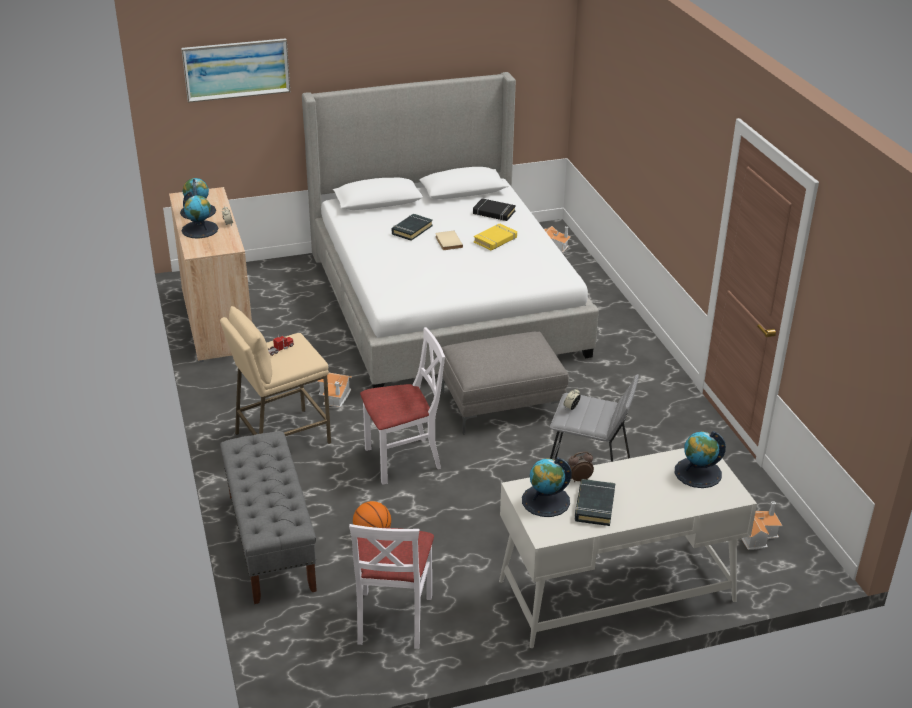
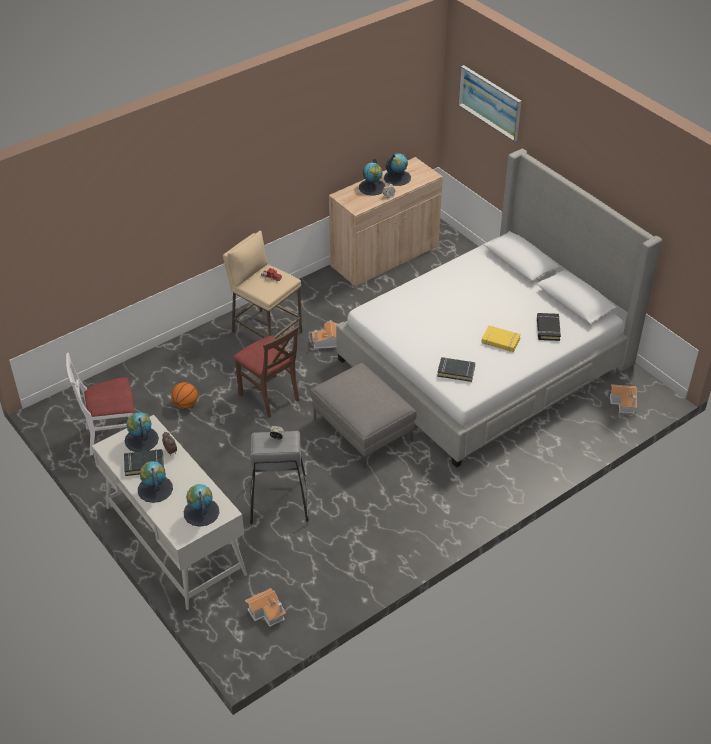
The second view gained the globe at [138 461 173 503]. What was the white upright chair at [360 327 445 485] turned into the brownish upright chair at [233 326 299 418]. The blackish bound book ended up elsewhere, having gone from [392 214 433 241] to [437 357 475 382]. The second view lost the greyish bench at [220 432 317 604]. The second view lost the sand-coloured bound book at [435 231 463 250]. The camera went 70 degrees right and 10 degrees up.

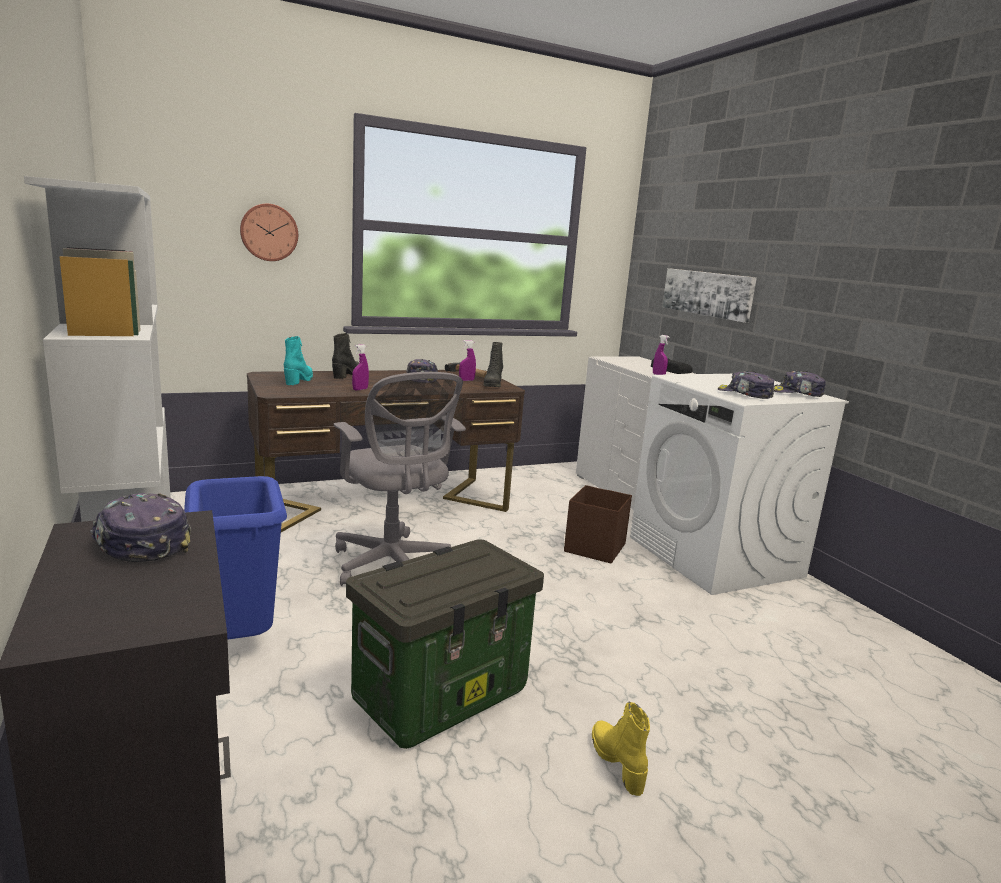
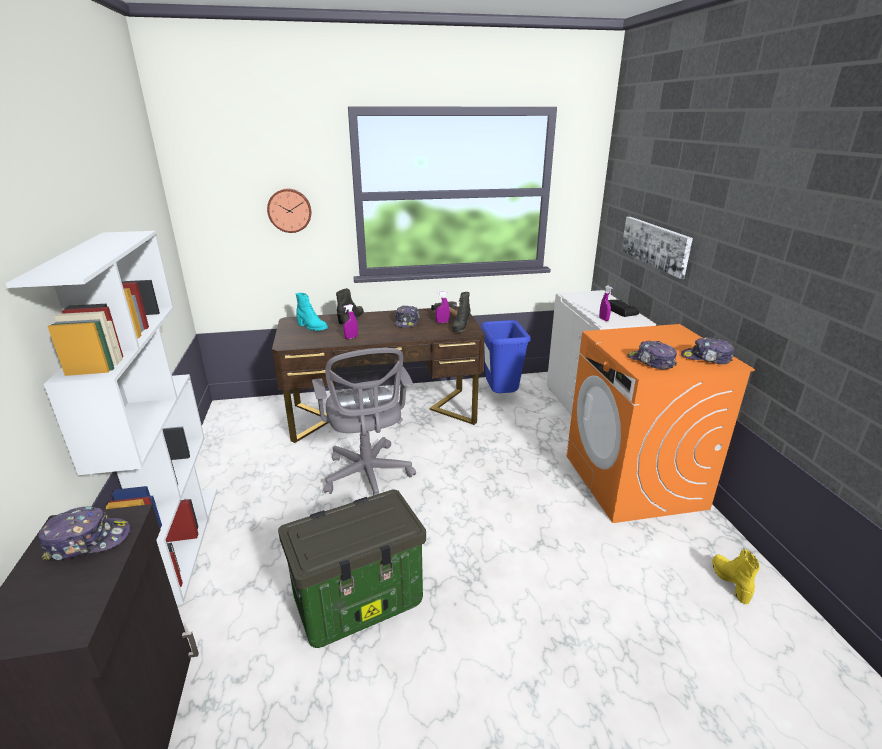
The peaked cap at [90 493 191 562] ended up facing another way, 105 degrees clockwise from before. The turquoise tall boot at [284 336 313 385] ended up facing another way, 105 degrees clockwise from before. The bluish rubbish bin ended up elsewhere, having gone from [184 476 287 640] to [481 320 531 393]. What was the white laundry appliance at [630 374 849 595] turned into the orange laundry appliance at [566 324 755 523]. The yellow-coloured tall boot ended up elsewhere, having gone from [592 701 650 796] to [712 549 760 604]. The second view lost the brownish storage bin at [564 485 632 563]. The camera went 15 degrees right and 10 degrees up.

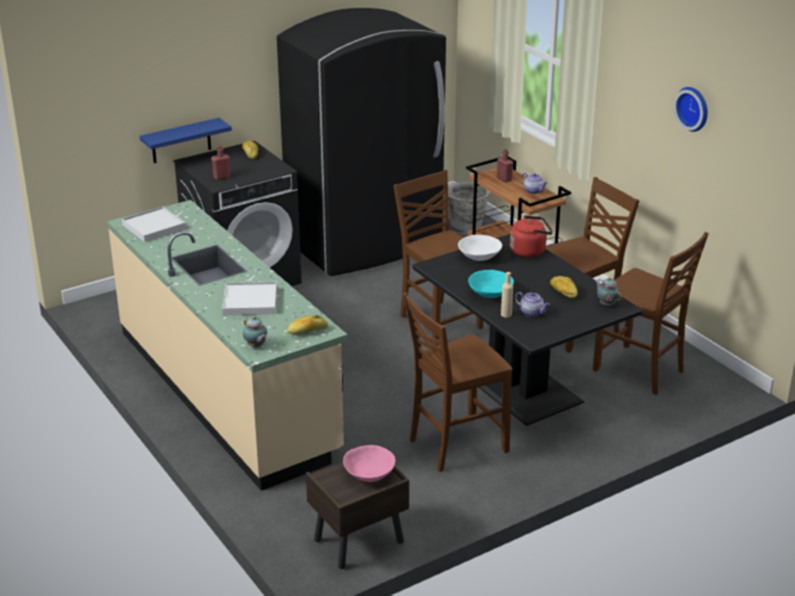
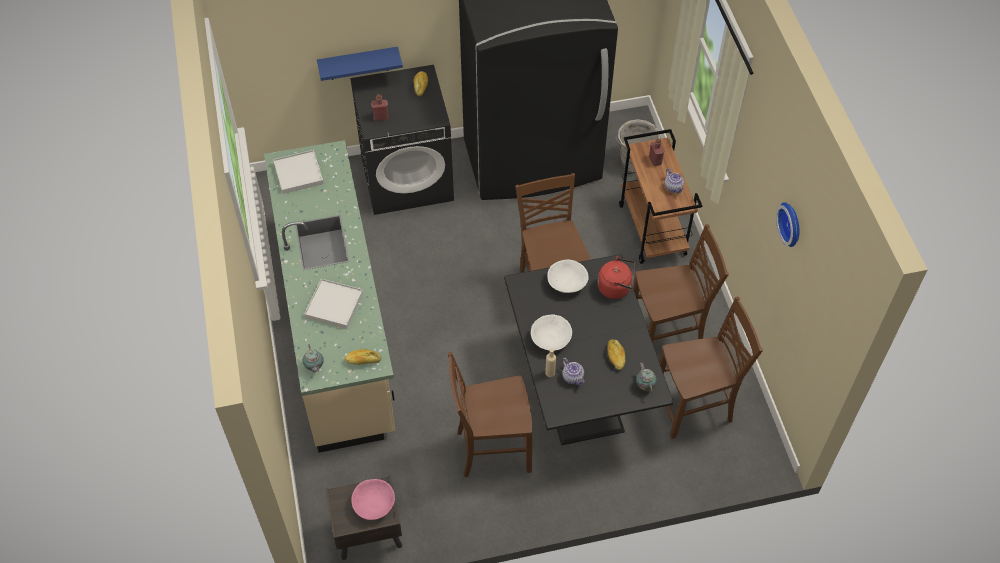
What was the turquoise bowl at [468 270 514 298] turned into the white bowl at [531 314 572 351]. The brownish upright chair at [593 232 709 395] ended up facing another way, 75 degrees counterclockwise from before. The camera went 20 degrees right and 25 degrees up.

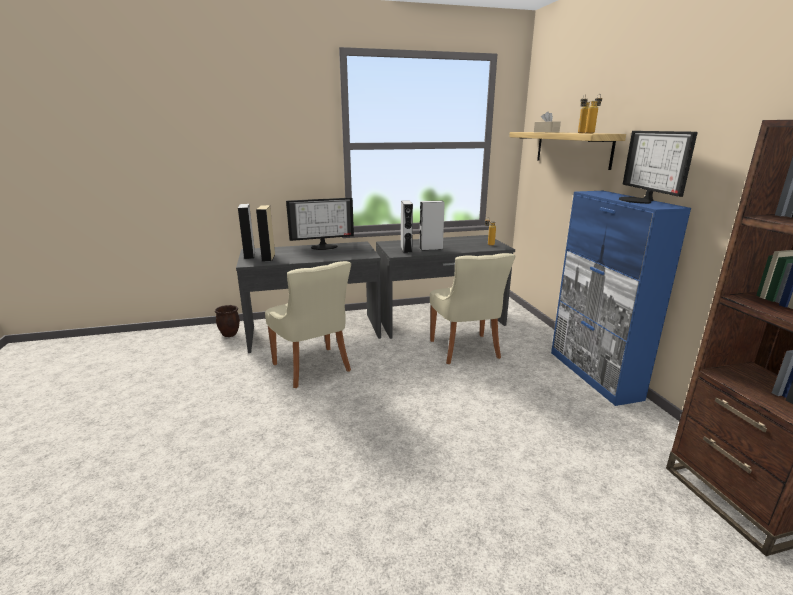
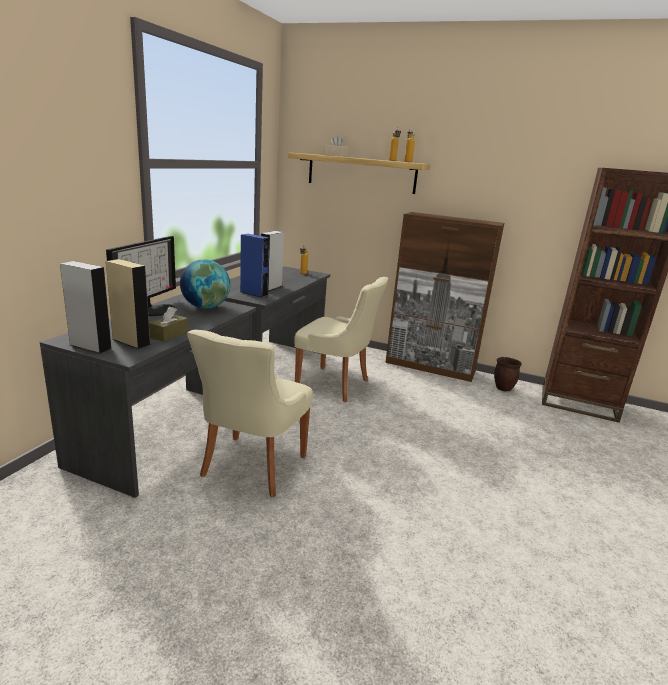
The second view gained the brownish box of tissues at [149 307 188 342]. The second view gained the globe at [180 259 230 309]. The sand-coloured upright chair at [265 261 351 388] ended up facing another way, 105 degrees clockwise from before. What was the greyish audio speaker at [401 200 413 253] turned into the bluish audio speaker at [240 234 270 298]. What was the bluish cabinet at [551 191 691 406] turned into the brownish cabinet at [385 212 504 382]. The brownish flower pot ended up elsewhere, having gone from [215 305 240 337] to [494 357 522 391]. The second view lost the monitor at [619 131 698 204]. The camera went 55 degrees left and 0 degrees up.

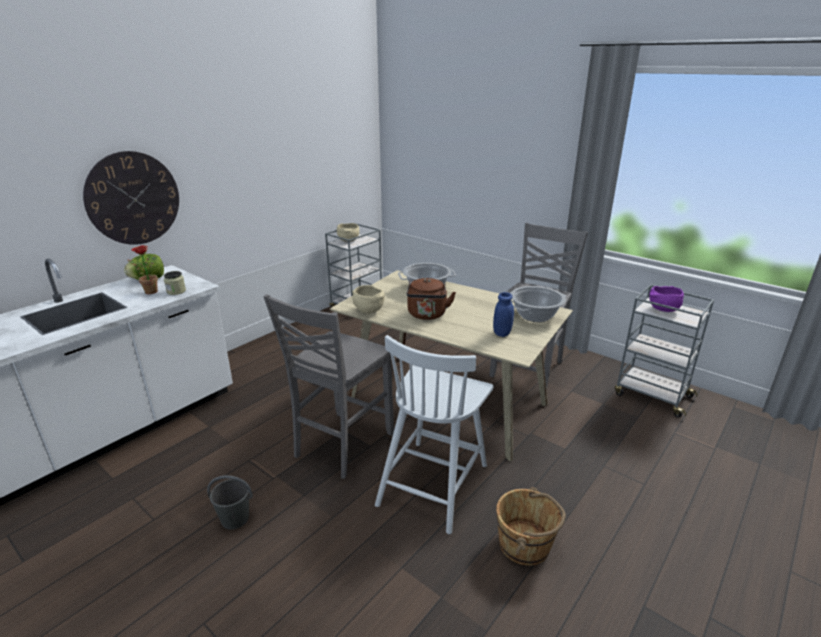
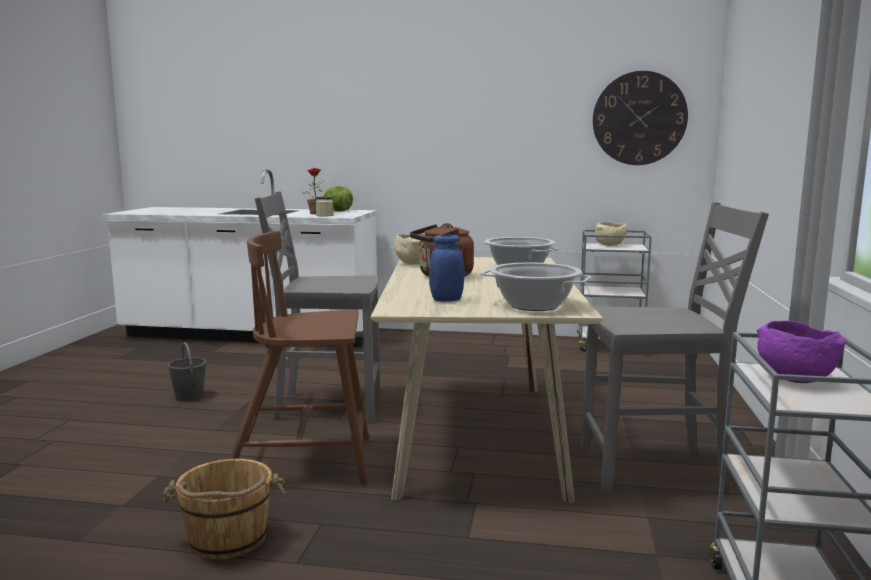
What was the white upright chair at [375 335 493 534] turned into the brownish upright chair at [230 231 369 485]. The hanging clock ended up elsewhere, having gone from [83 151 179 245] to [593 71 688 165]. The camera went 60 degrees right and 15 degrees down.

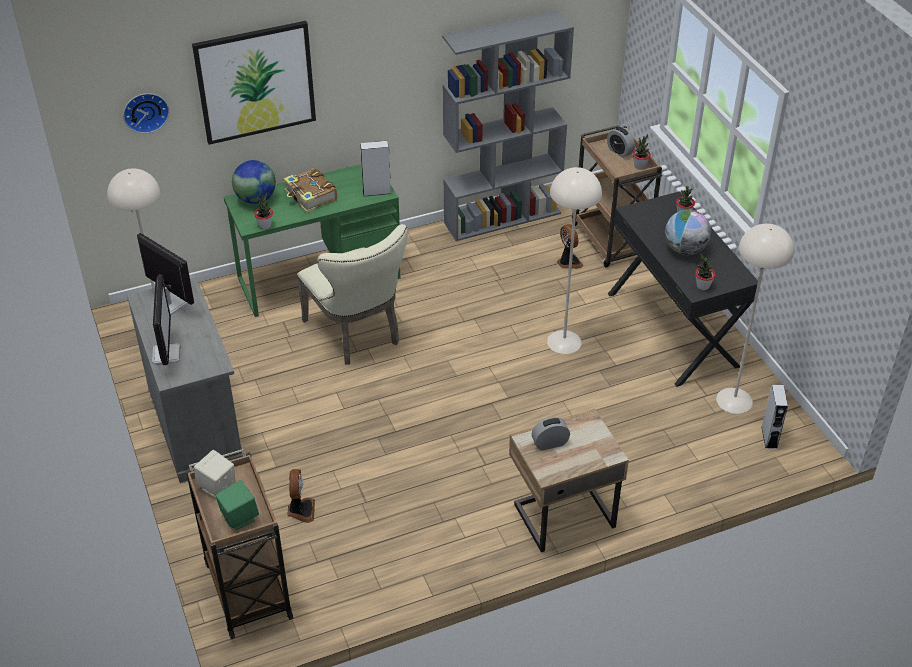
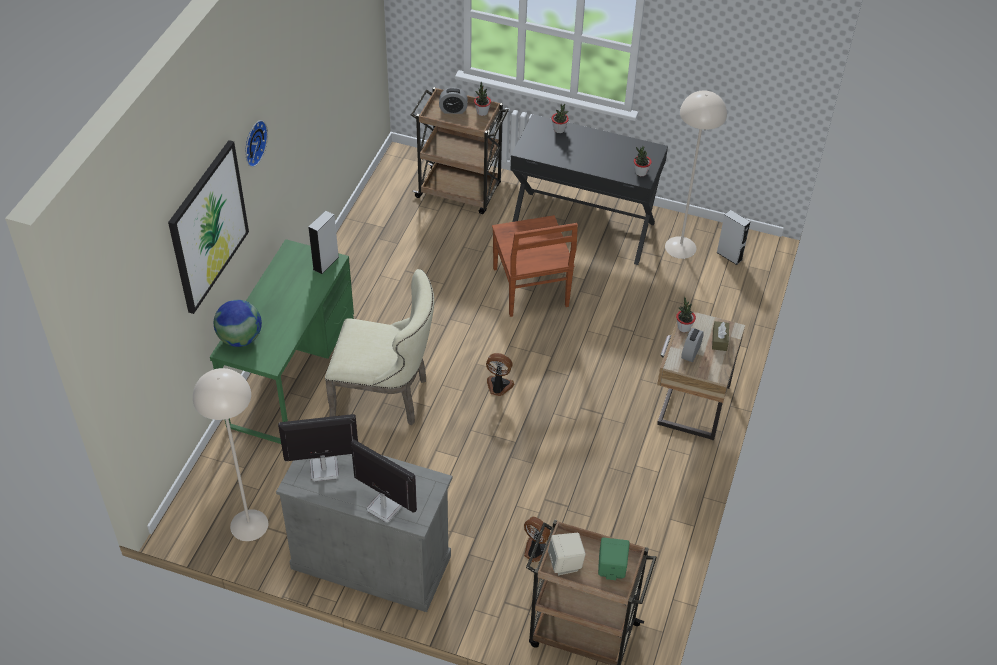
The hanging clock ended up elsewhere, having gone from [123 93 169 133] to [245 120 268 167]. The cooling fan ended up elsewhere, having gone from [557 224 584 269] to [486 353 514 396]. Where the sand-coloured floor lamp stood at [547 167 602 354], the brownish upright chair came to stand at [492 215 578 317]. The potted plant ended up elsewhere, having gone from [254 192 273 229] to [676 297 696 332]. The second view gained the brownish box of tissues at [712 321 729 351]. The second view lost the bound book at [283 168 337 213]. The second view lost the greyish shelving unit at [442 10 574 241]. The second view lost the globe at [665 209 711 255]. The camera went 50 degrees left and 5 degrees up.

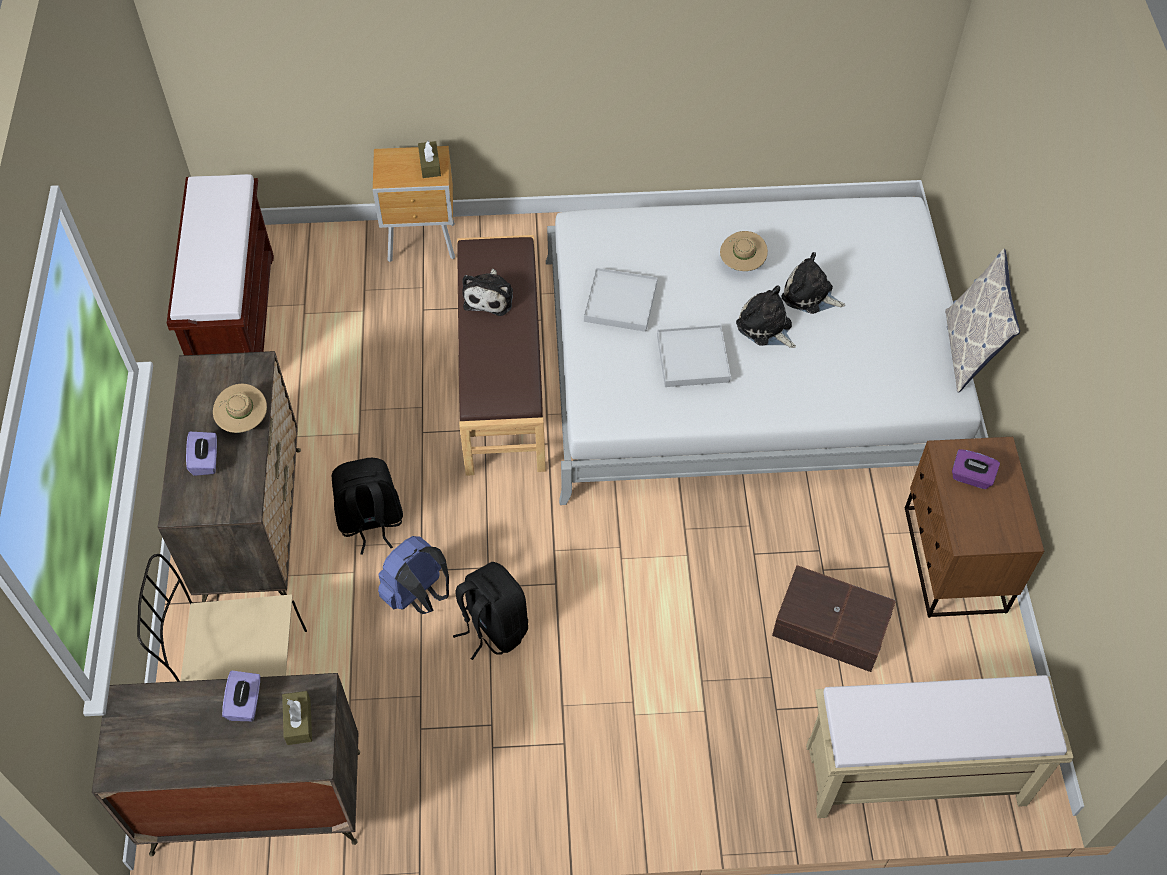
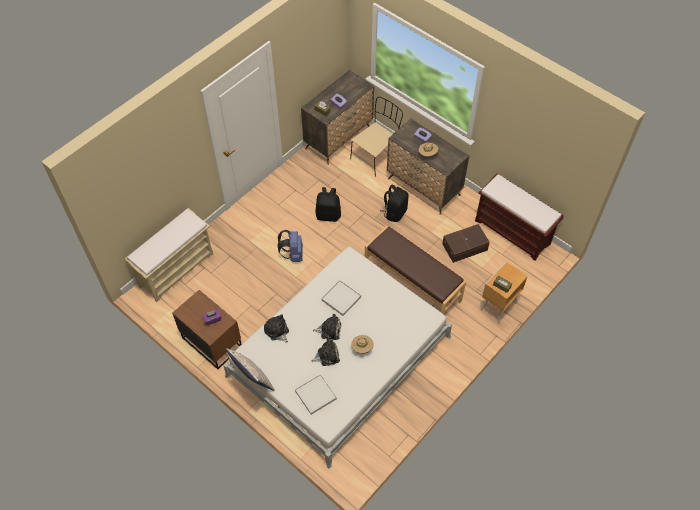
The cuddly toy ended up elsewhere, having gone from [462 269 513 316] to [264 314 289 343]. The bluish knapsack ended up elsewhere, having gone from [378 536 449 614] to [277 230 303 262]. The white carrying tray ended up elsewhere, having gone from [584 268 658 332] to [295 374 337 415]. The brownish storage bin ended up elsewhere, having gone from [772 565 896 672] to [442 224 490 263]. The camera went 135 degrees right and 0 degrees up.

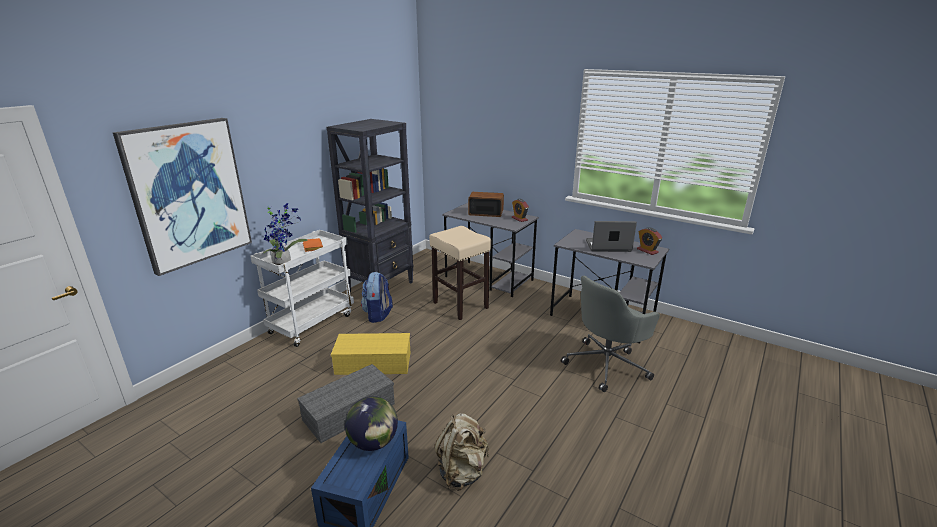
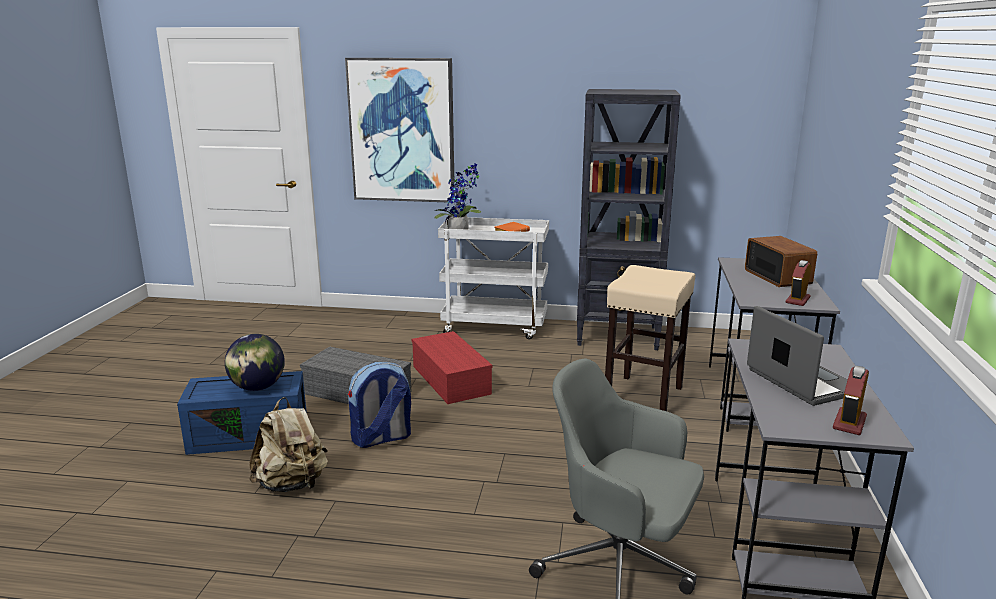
The knapsack ended up elsewhere, having gone from [361 272 393 323] to [348 362 411 448]. What was the yellow-coloured storage bin at [331 333 411 375] turned into the red-coloured storage bin at [411 331 492 404]. The camera went 65 degrees right and 5 degrees down.

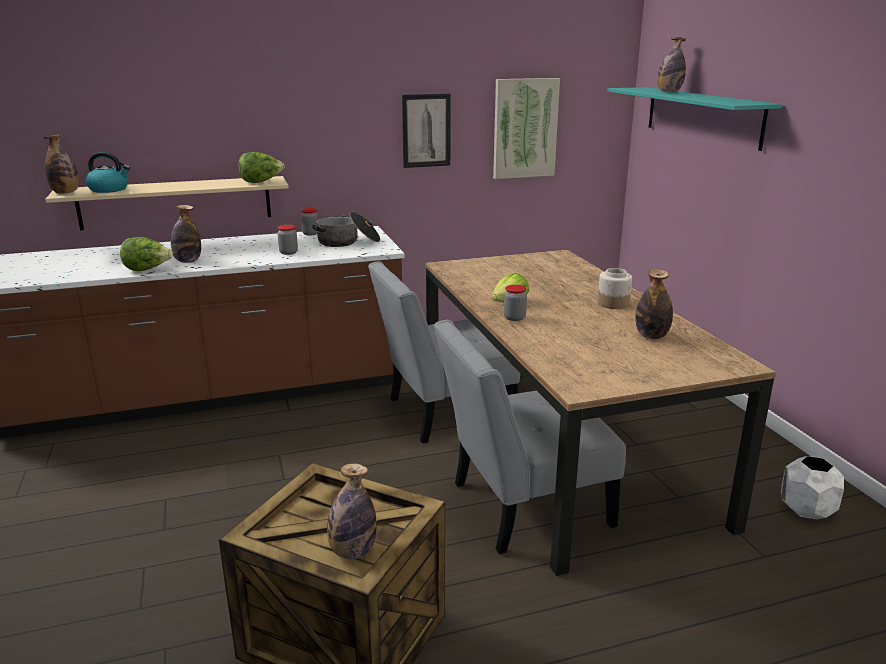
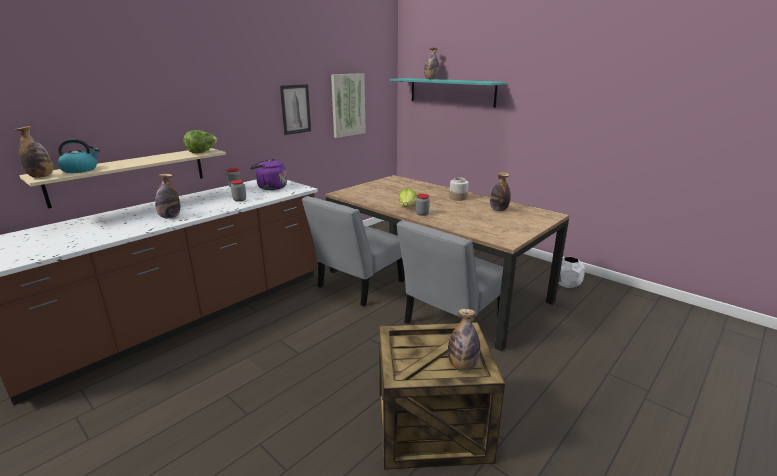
Where the stockpot stood at [312 212 380 247], the purplish kettle came to stand at [249 158 287 190]. The second view lost the lettuce at [120 237 173 271]. The camera went 30 degrees left and 0 degrees up.

